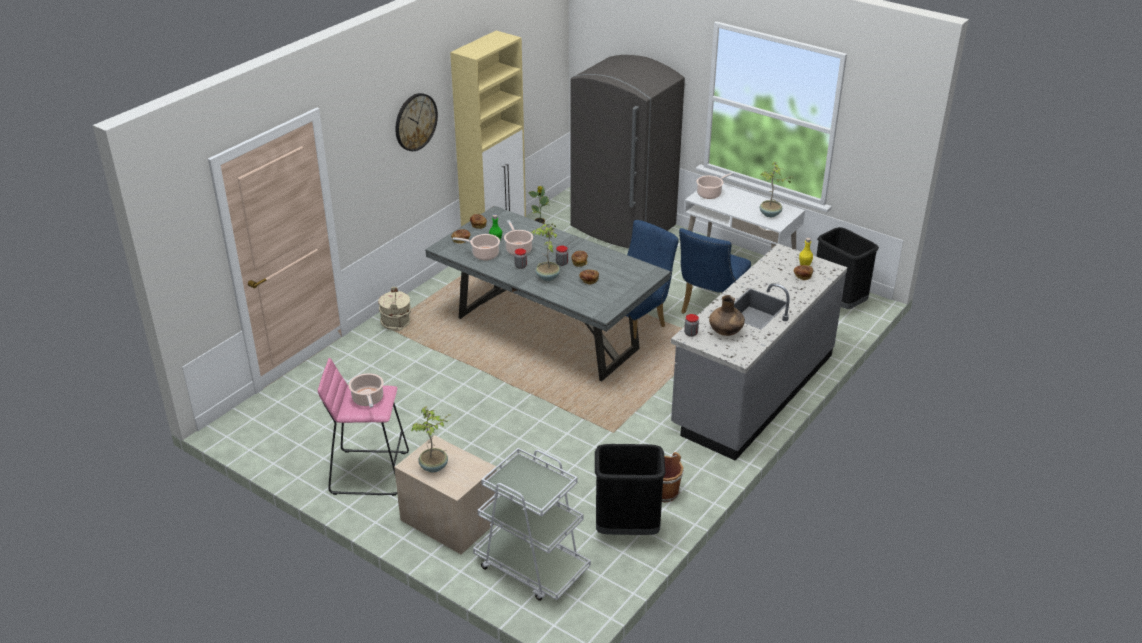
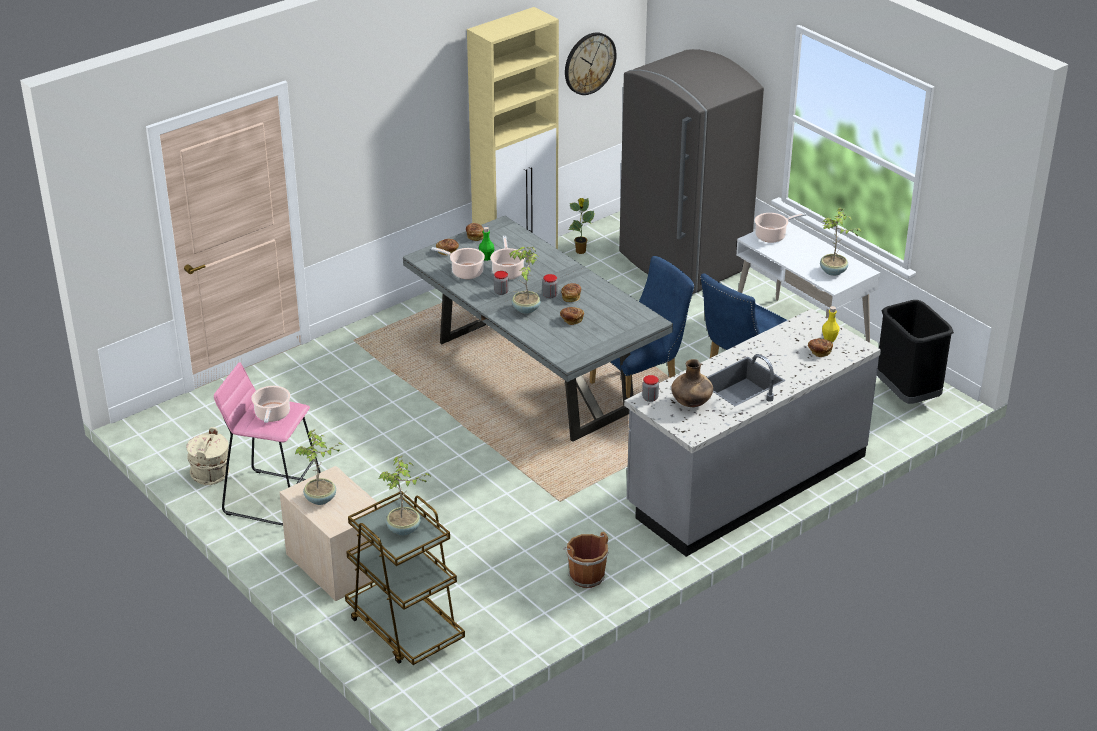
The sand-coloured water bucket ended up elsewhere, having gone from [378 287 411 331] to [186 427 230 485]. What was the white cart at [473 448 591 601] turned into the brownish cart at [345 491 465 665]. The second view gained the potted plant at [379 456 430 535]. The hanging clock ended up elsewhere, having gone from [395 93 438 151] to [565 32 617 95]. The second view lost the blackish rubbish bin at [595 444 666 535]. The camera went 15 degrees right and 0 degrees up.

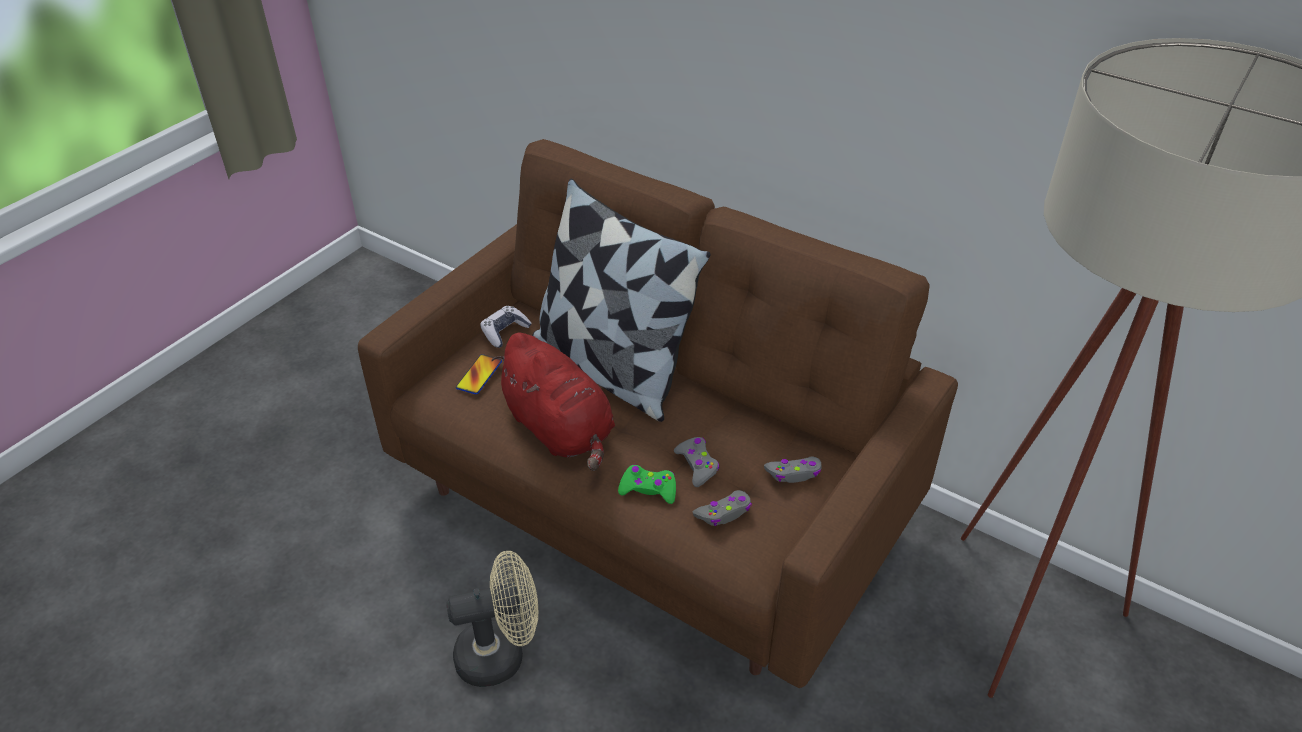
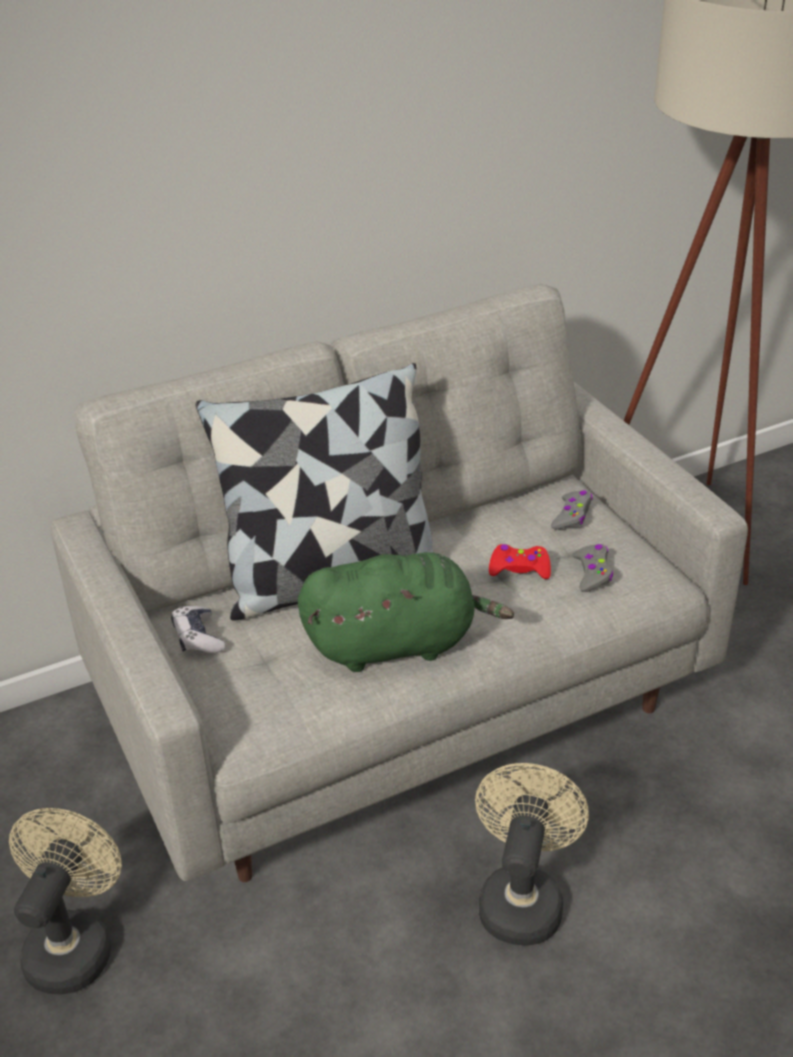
The second view gained the sand-coloured cooling fan at [9 808 122 995]. What was the brownish sofa at [358 139 958 688] turned into the greyish sofa at [51 283 748 882]. What was the red-coloured cuddly toy at [492 333 615 471] turned into the green cuddly toy at [298 552 514 672]. What was the greyish gamepad at [674 437 719 487] turned into the red-coloured gamepad at [489 544 551 579]. The second view lost the phone at [456 354 502 394]. The second view lost the green gamepad at [618 465 676 504]. The camera went 60 degrees left and 5 degrees down.

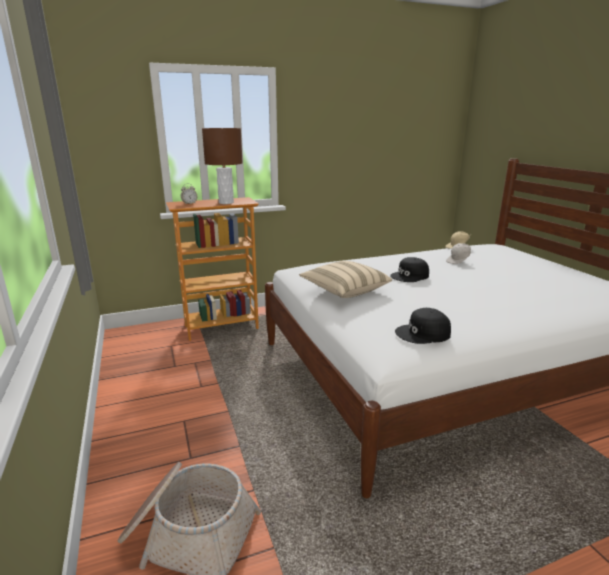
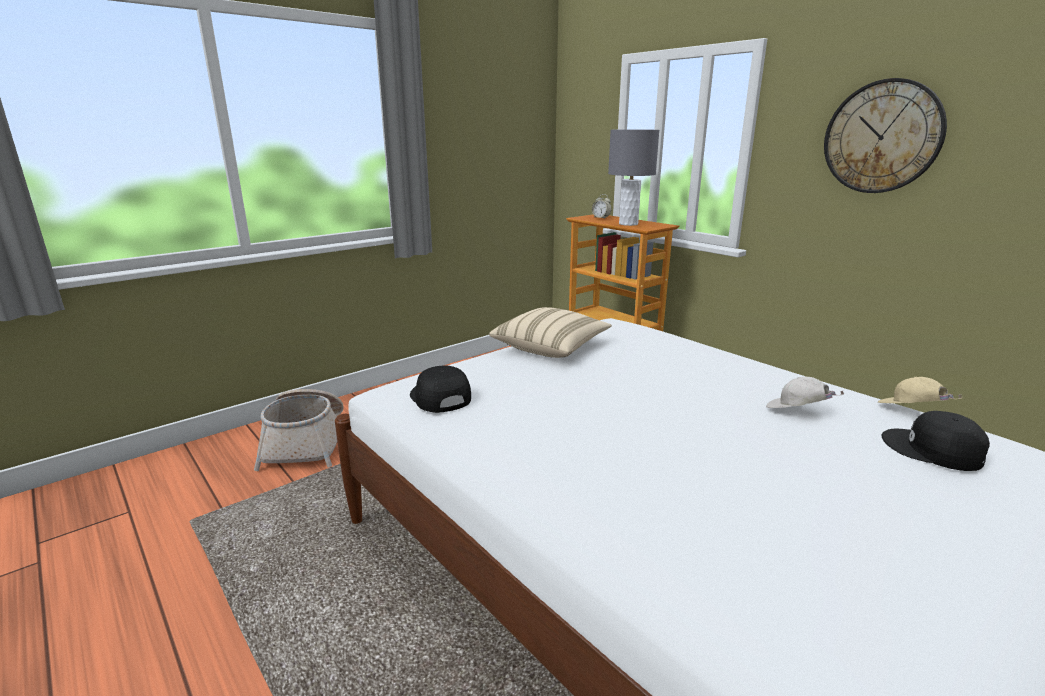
What was the brownish table lamp at [202 128 243 204] turned into the greyish table lamp at [608 130 659 226]. The second view gained the hanging clock at [824 78 947 193]. The blackish peaked cap ended up elsewhere, having gone from [390 257 429 282] to [882 411 990 471]. The camera went 70 degrees right and 0 degrees up.

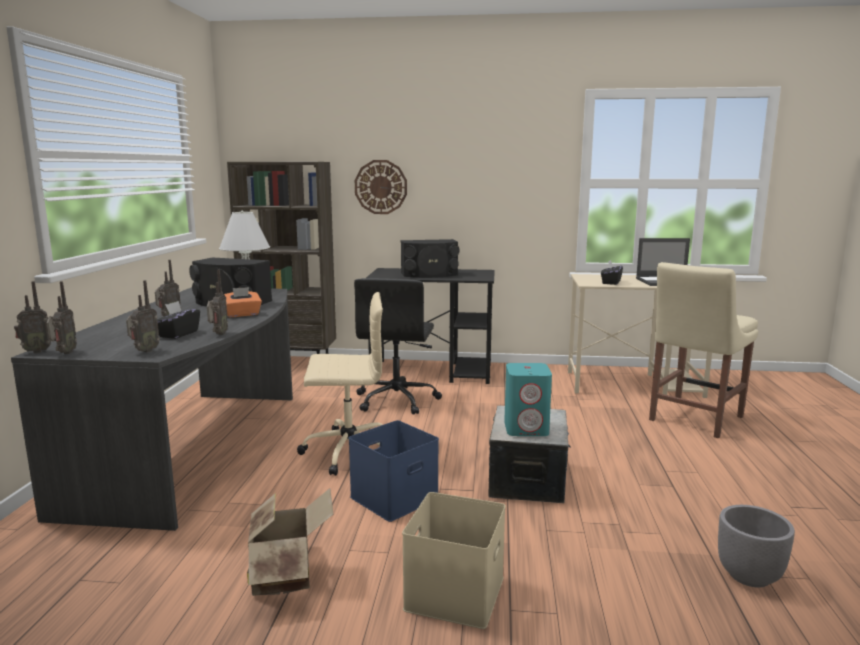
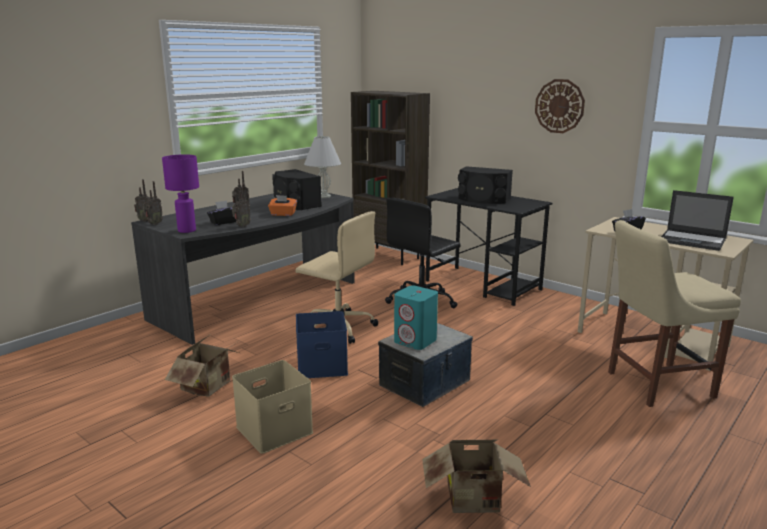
Where the radio receiver stood at [126 280 160 353], the purplish table lamp came to stand at [162 154 199 233]. Where the greyish flower pot stood at [718 505 795 588], the cardboard box came to stand at [422 440 531 513]. The hanging clock ended up elsewhere, having gone from [355 160 407 214] to [535 79 585 133]. The camera went 35 degrees right and 5 degrees up.

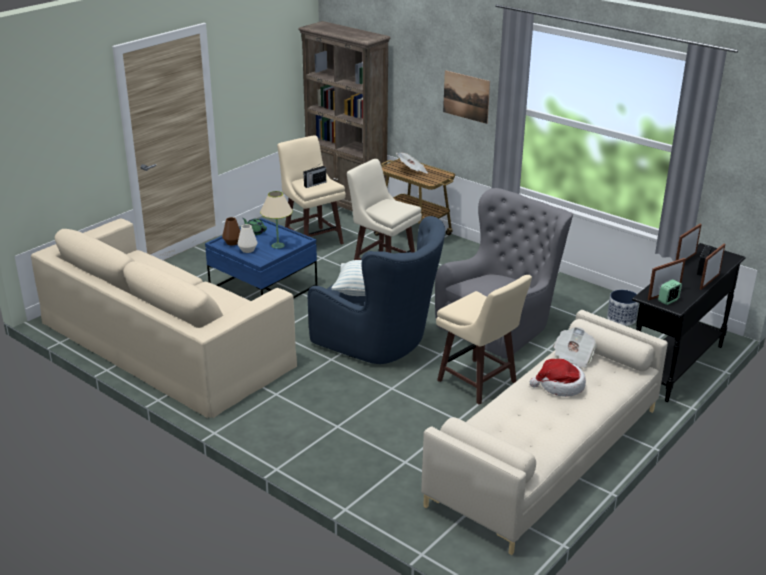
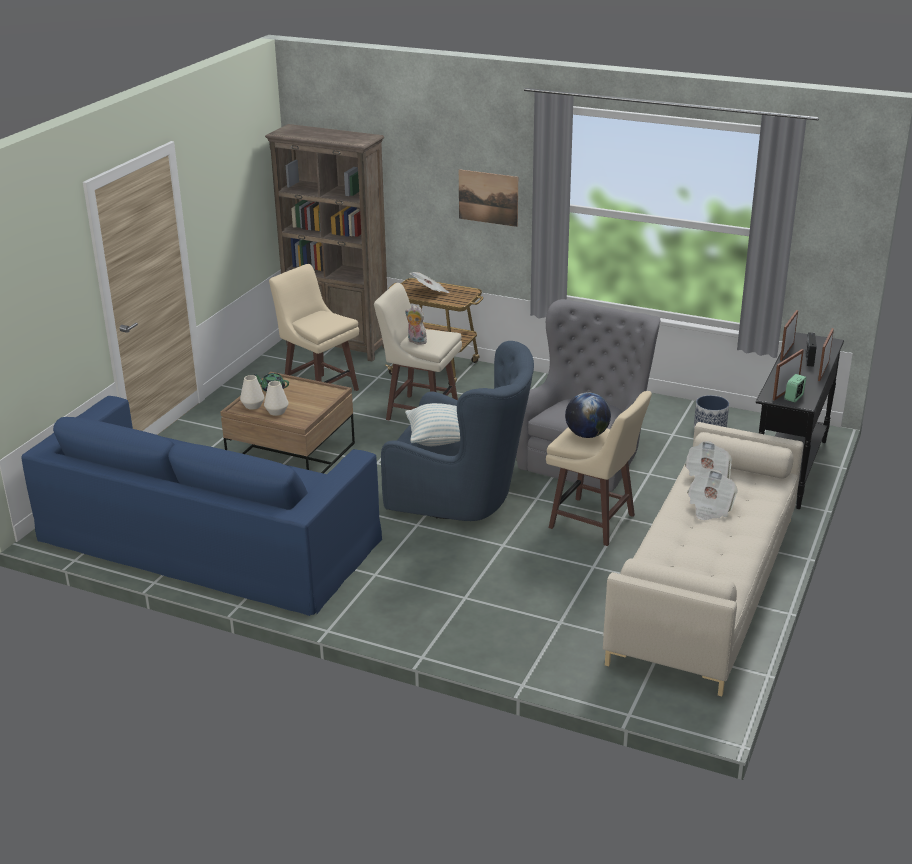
What was the sand-coloured sofa at [31 218 297 418] turned into the bluish sofa at [21 396 382 616]. What was the bluish coffee table at [205 218 317 298] turned into the brownish coffee table at [220 372 355 474]. What was the brownish flower vase at [222 217 240 246] turned into the white flower vase at [240 375 264 410]. The second view gained the cuddly toy at [405 305 427 345]. The second view gained the globe at [565 392 611 438]. Where the hat stood at [530 359 586 397], the daily paper came to stand at [687 470 738 520]. The second view lost the sand-coloured table lamp at [260 191 293 249]. The second view lost the radio receiver at [303 164 326 188]. The camera went 15 degrees left and 0 degrees up.

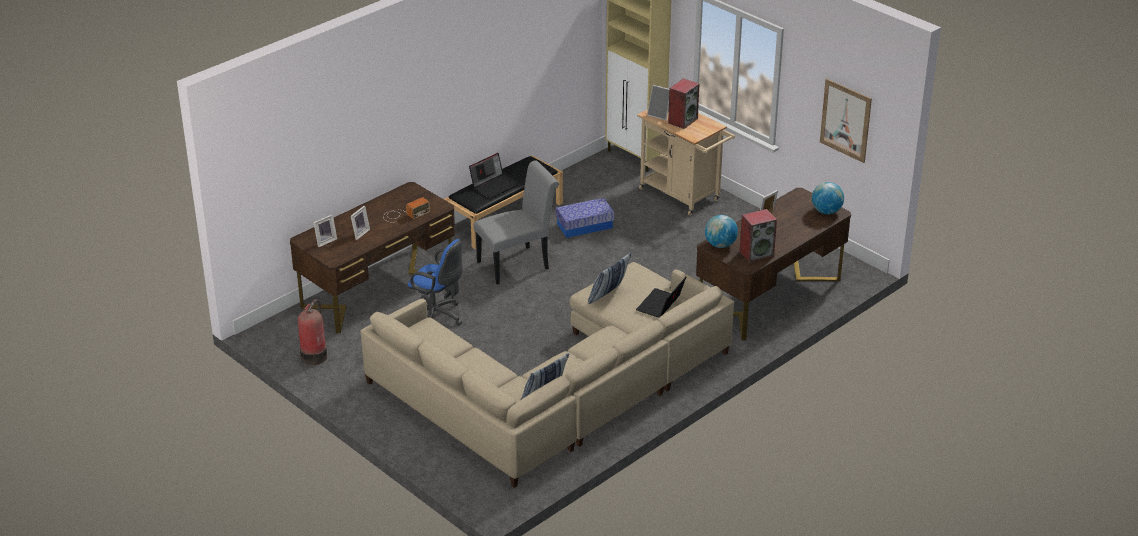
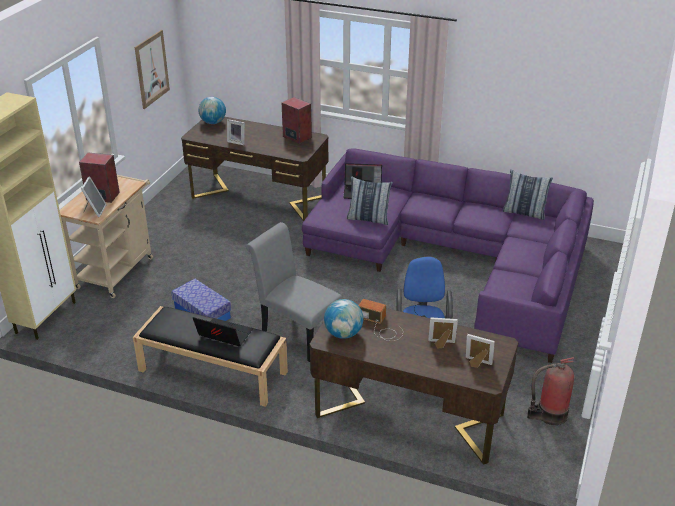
What was the sand-coloured sofa at [360 262 734 488] turned into the purplish sofa at [302 148 594 363]. The globe ended up elsewhere, having gone from [705 215 738 248] to [324 299 363 339]. The camera went 115 degrees left and 0 degrees up.

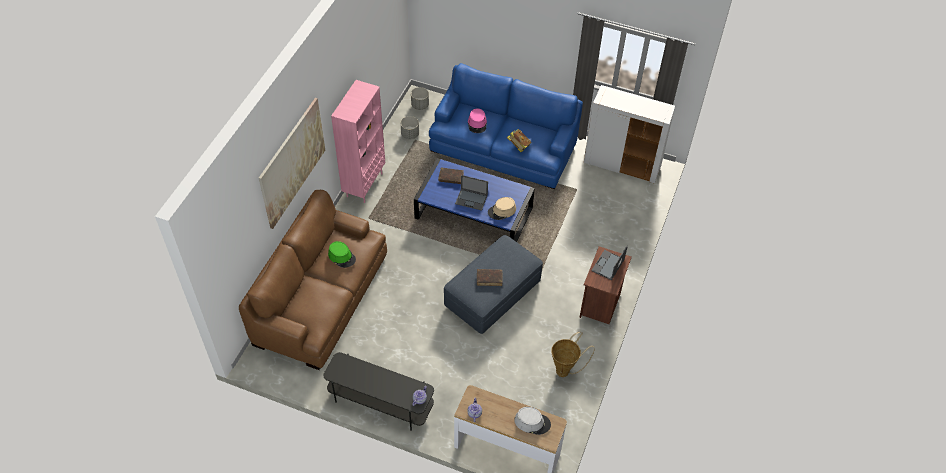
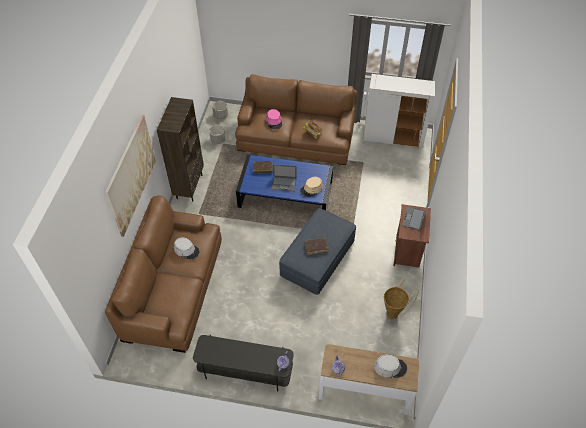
What was the pink shelving unit at [331 80 385 203] turned into the brownish shelving unit at [157 97 204 202]. What was the green hat at [328 241 356 268] turned into the greyish hat at [174 237 199 260]. What was the bluish sofa at [429 63 583 189] turned into the brownish sofa at [235 74 357 165]. The camera went 10 degrees left and 0 degrees up.

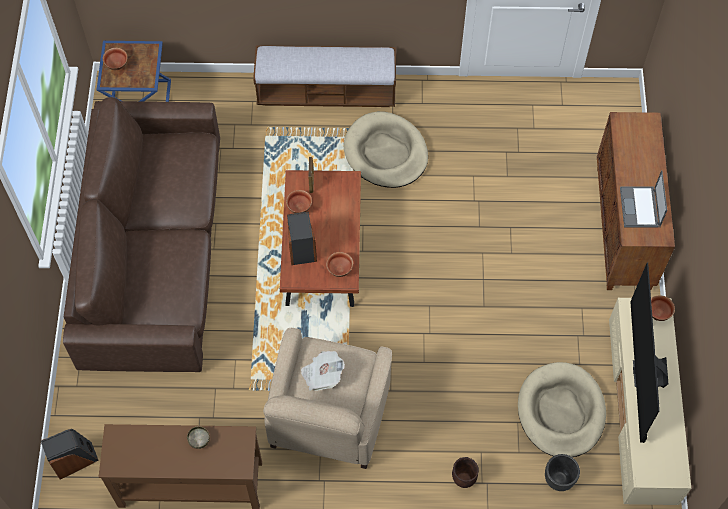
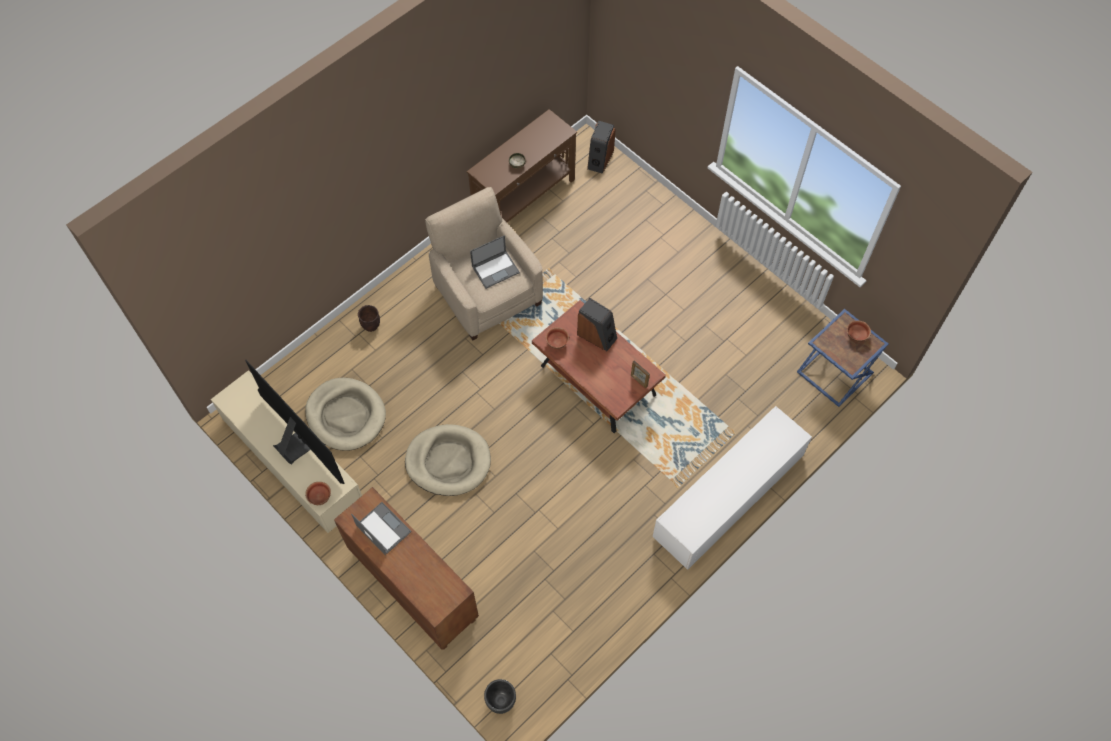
The sand-coloured dog cushion ended up elsewhere, having gone from [344 111 428 188] to [405 424 491 496]. Where the daily paper stood at [301 351 345 391], the notebook computer came to stand at [470 235 520 289]. The blackish flower pot ended up elsewhere, having gone from [545 454 580 491] to [484 679 516 714]. Where the bench stood at [253 45 396 107], the white media console came to stand at [653 406 812 570]. The second view lost the brownish sofa at [63 97 220 372]. The second view lost the bowl at [286 190 312 213]. The camera went 135 degrees right and 0 degrees up.

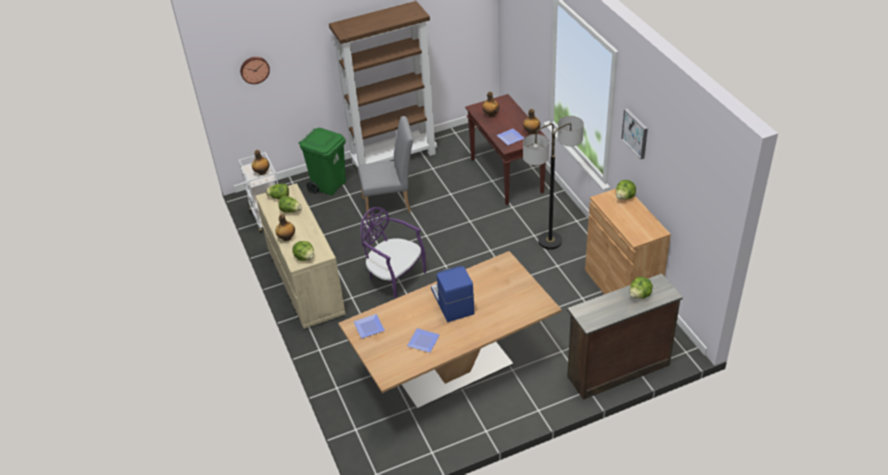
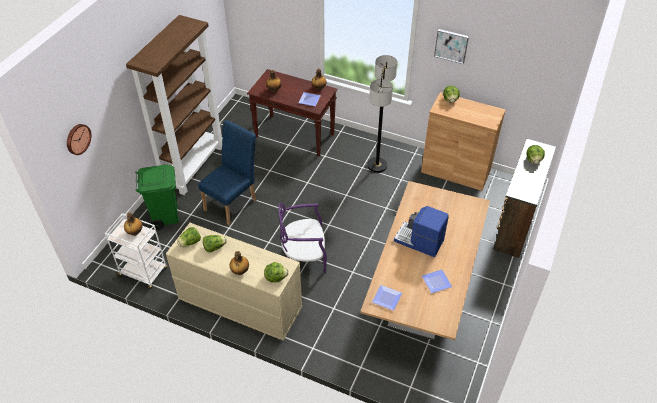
What was the greyish upright chair at [358 116 414 220] turned into the bluish upright chair at [198 120 257 225]. The camera went 45 degrees left and 5 degrees up.

